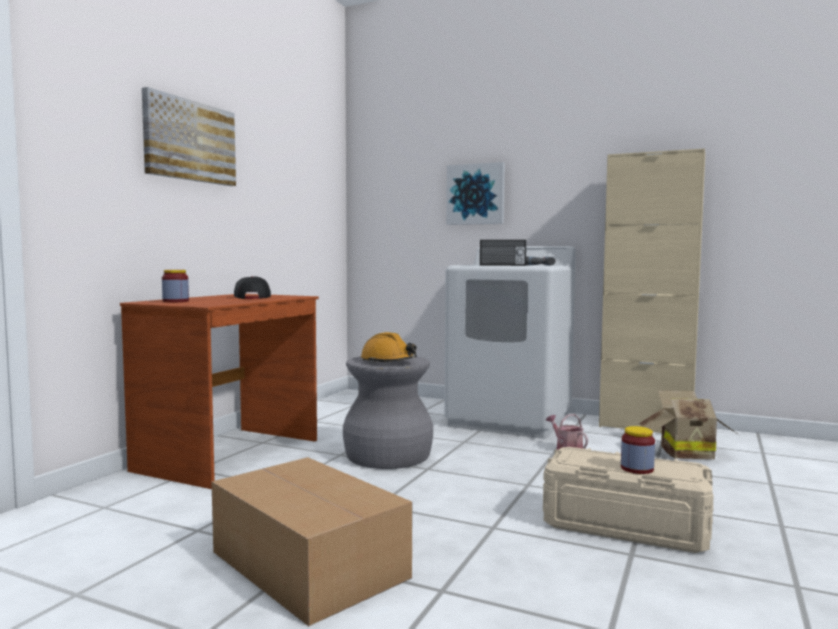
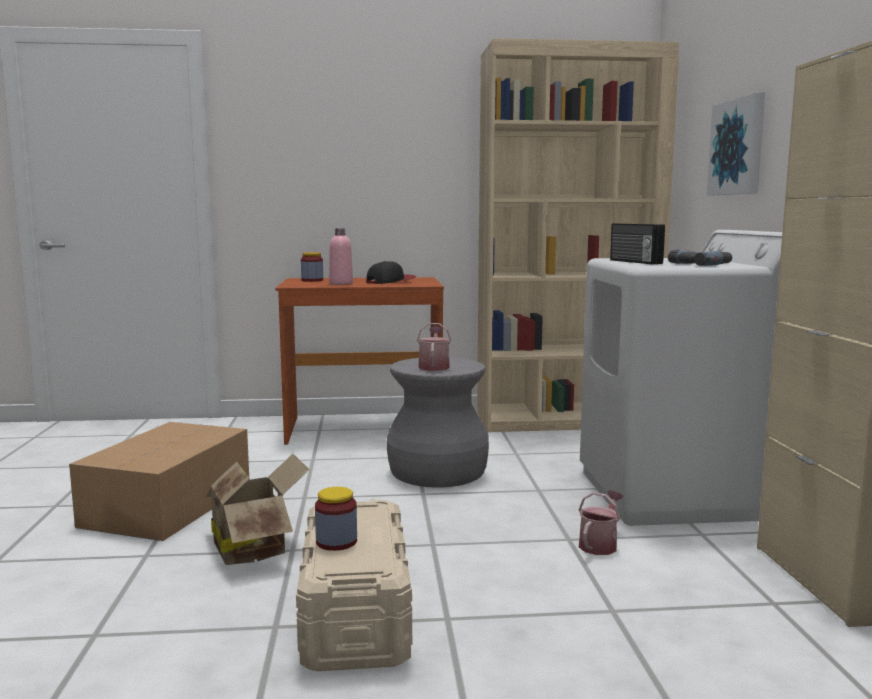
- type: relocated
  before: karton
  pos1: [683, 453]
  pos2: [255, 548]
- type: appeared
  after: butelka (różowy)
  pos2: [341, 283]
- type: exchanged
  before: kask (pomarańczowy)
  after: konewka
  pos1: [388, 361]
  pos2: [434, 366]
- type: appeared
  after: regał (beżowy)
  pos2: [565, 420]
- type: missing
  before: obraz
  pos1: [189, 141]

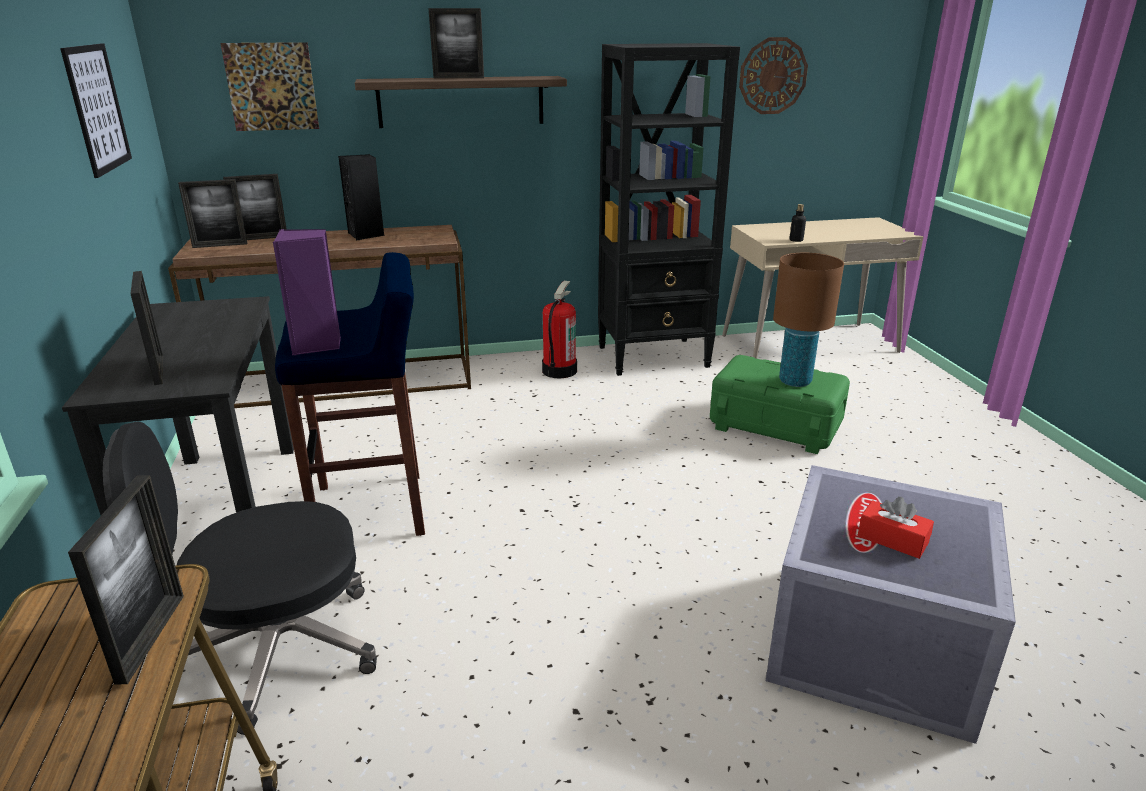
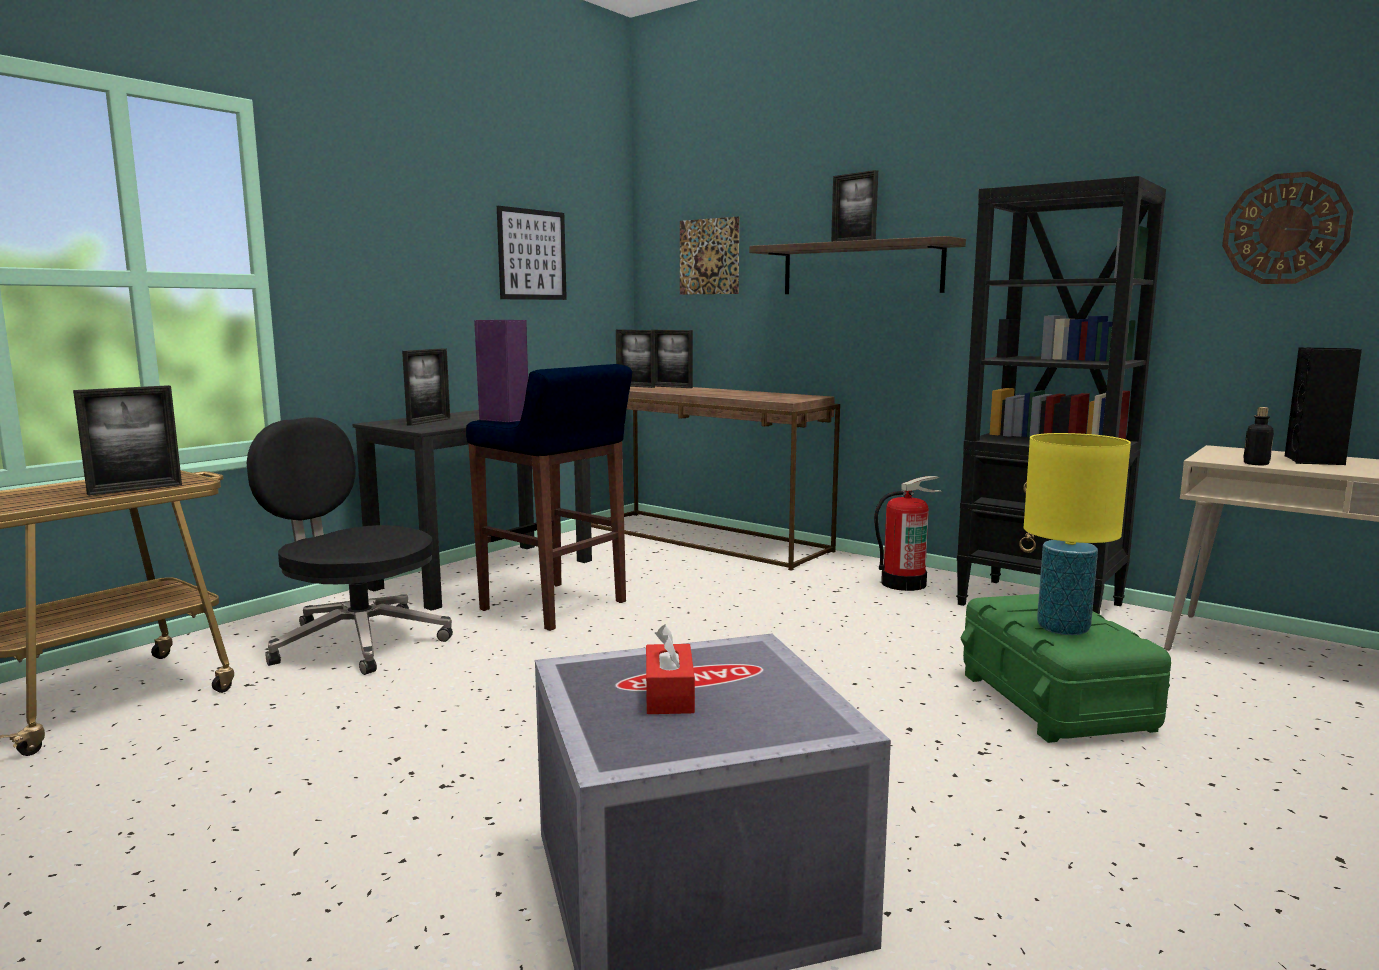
- type: colour
  before: lampa stołowa (brązowy)
  after: lampa stołowa (żółty)
  pos1: [794, 381]
  pos2: [1062, 628]
- type: relocated
  before: głośnik (czarny)
  pos1: [366, 235]
  pos2: [1314, 461]

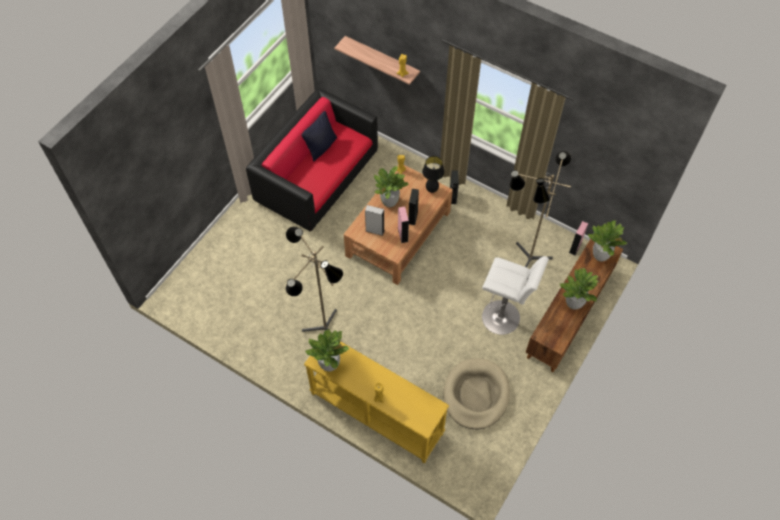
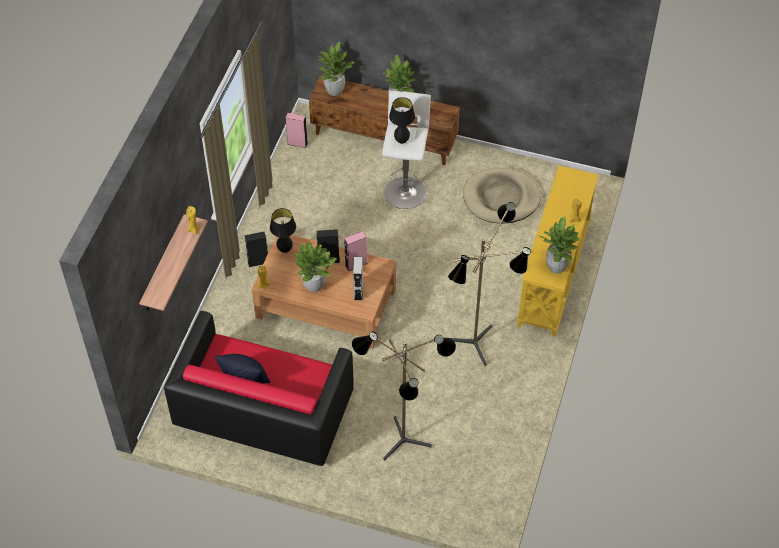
- type: relocated
  before: lampa stojąca
  pos1: [525, 258]
  pos2: [403, 446]
- type: appeared
  after: lampa stołowa (czarny)
  pos2: [401, 141]

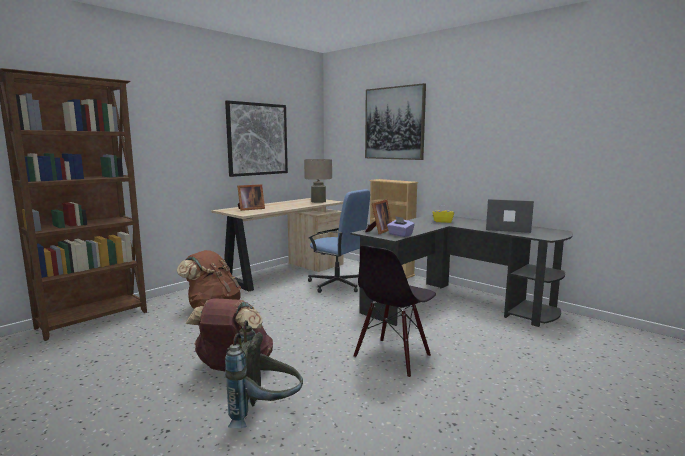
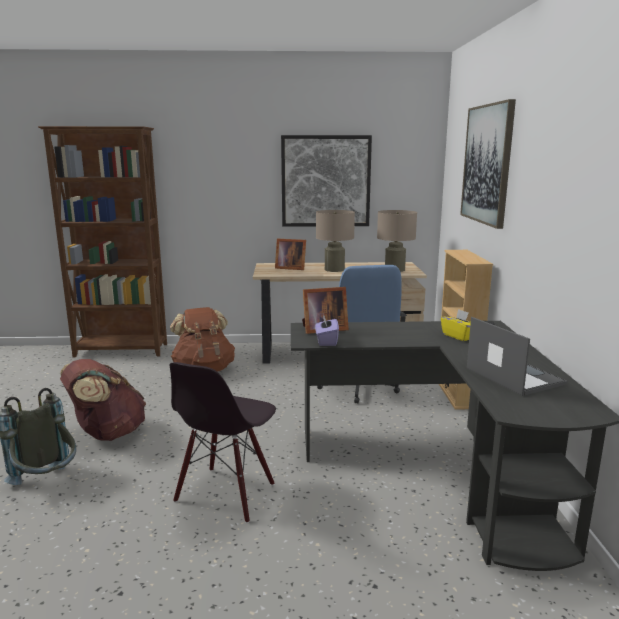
- type: spun
  before: krzesło (czarny)
  pos1: [392, 357]
  pos2: [226, 494]
  turn: -60
- type: appeared
  after: lampa stołowa (beżowy)
  pos2: [334, 269]

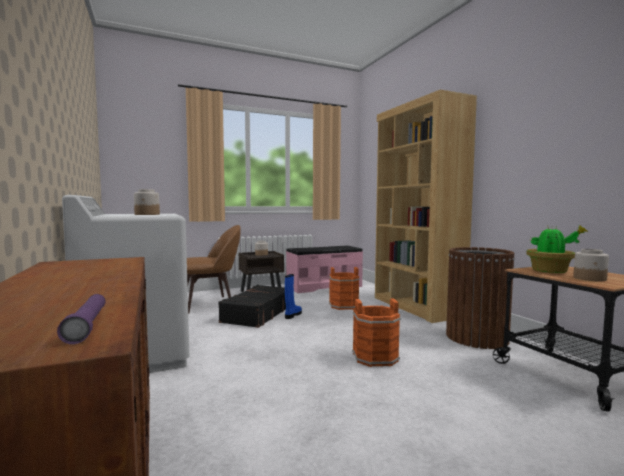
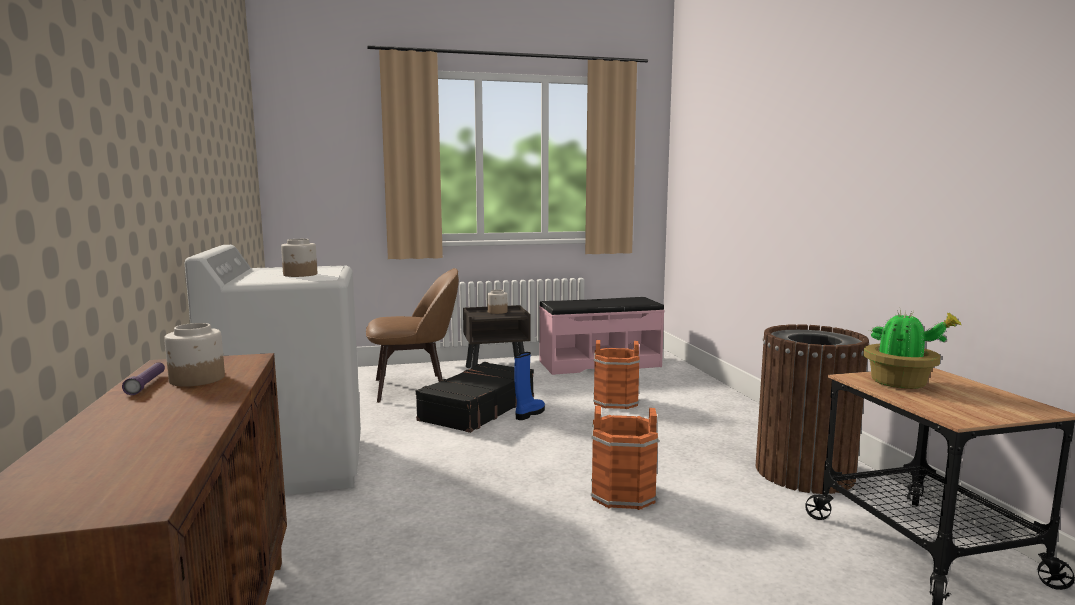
- type: relocated
  before: latarka (fioletowy)
  pos1: [87, 326]
  pos2: [146, 384]
- type: relocated
  before: słoik
  pos1: [590, 278]
  pos2: [197, 379]
- type: missing
  before: regał (brązowy)
  pos1: [416, 307]

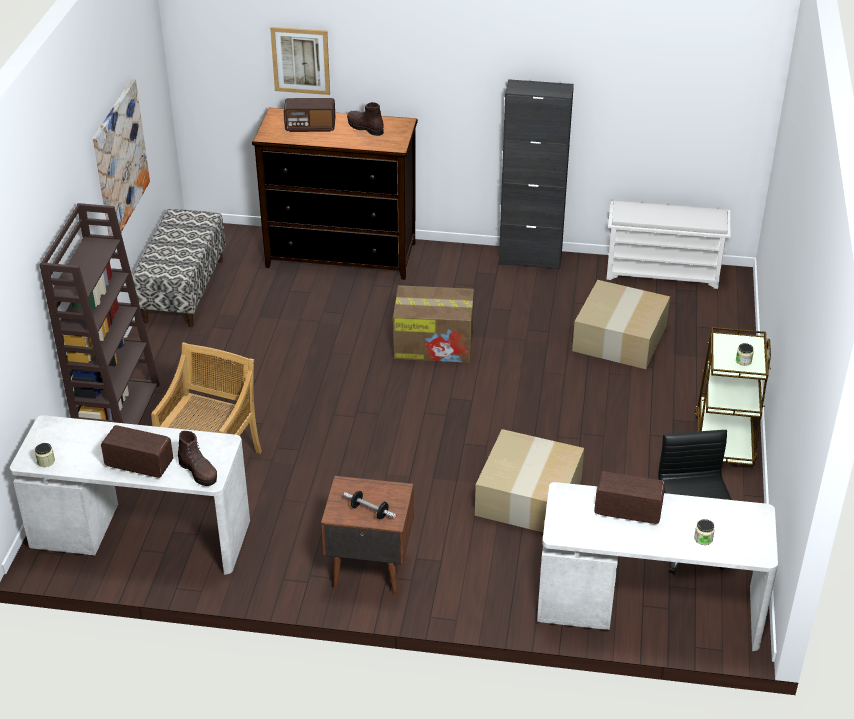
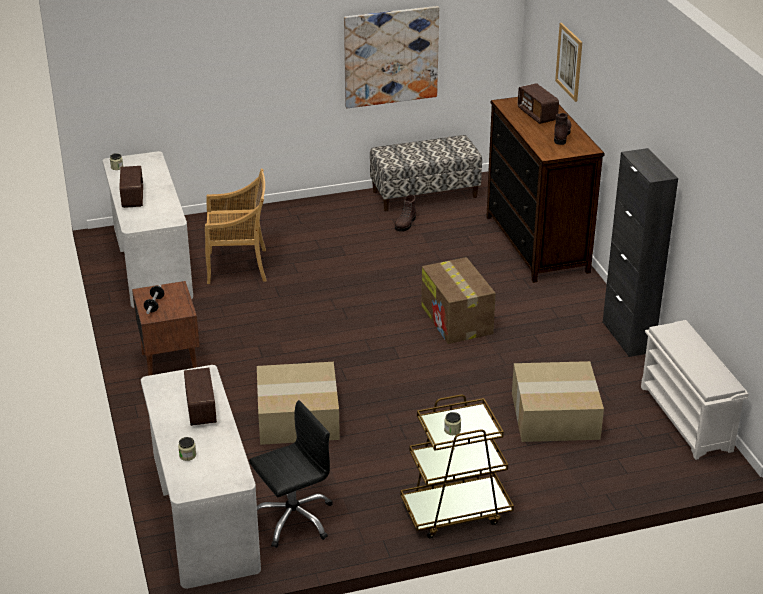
- type: relocated
  before: but z cholewką (brązowy)
  pos1: [198, 472]
  pos2: [405, 224]
- type: missing
  before: regał (brązowy)
  pos1: [118, 413]

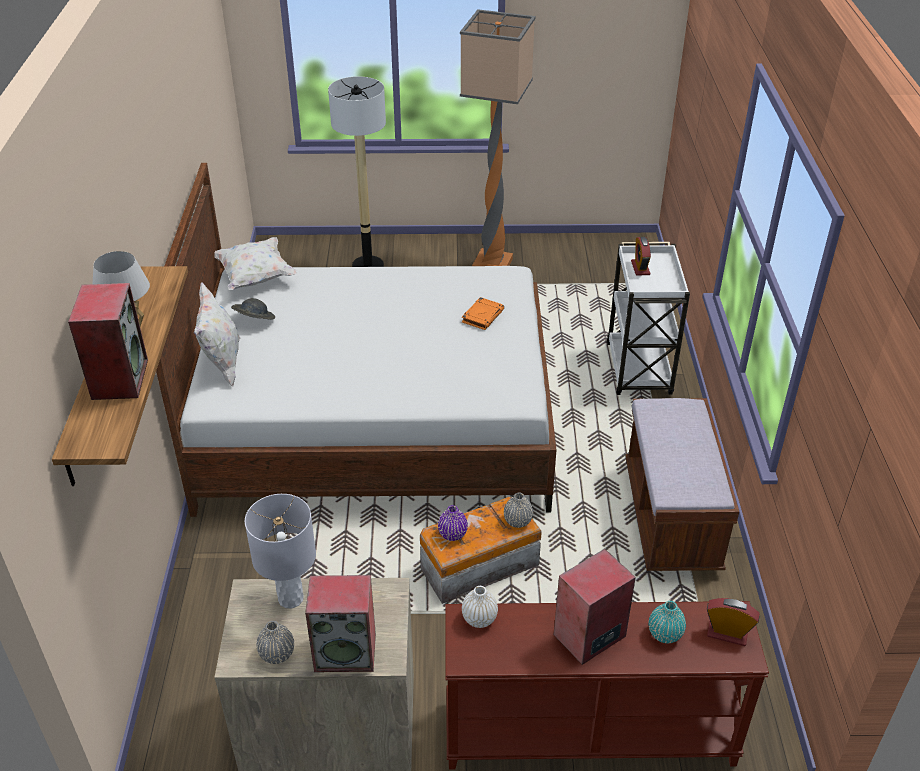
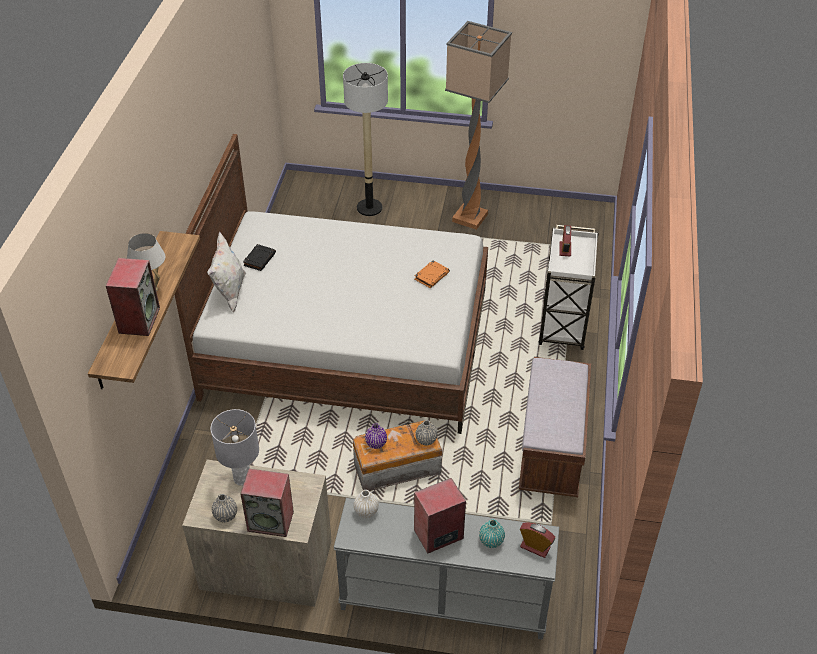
- type: exchanged
  before: kapelusz (szary)
  after: książka (czarny)
  pos1: [254, 320]
  pos2: [259, 259]
- type: colour
  before: stolik konsolowy (brązowy)
  after: stolik konsolowy (szary)
  pos1: [588, 735]
  pos2: [443, 601]
- type: missing
  before: poduszka (biały)
  pos1: [255, 277]

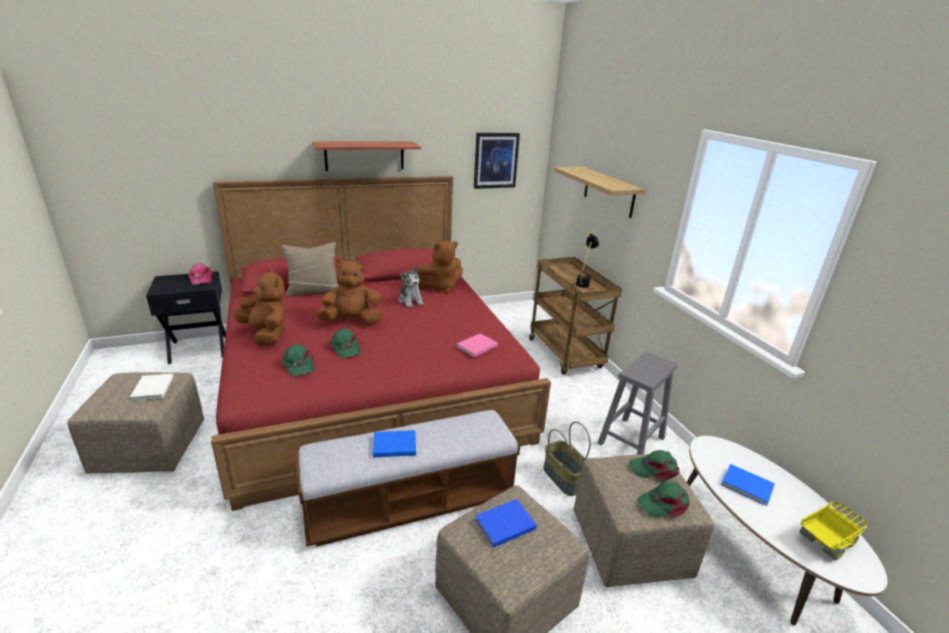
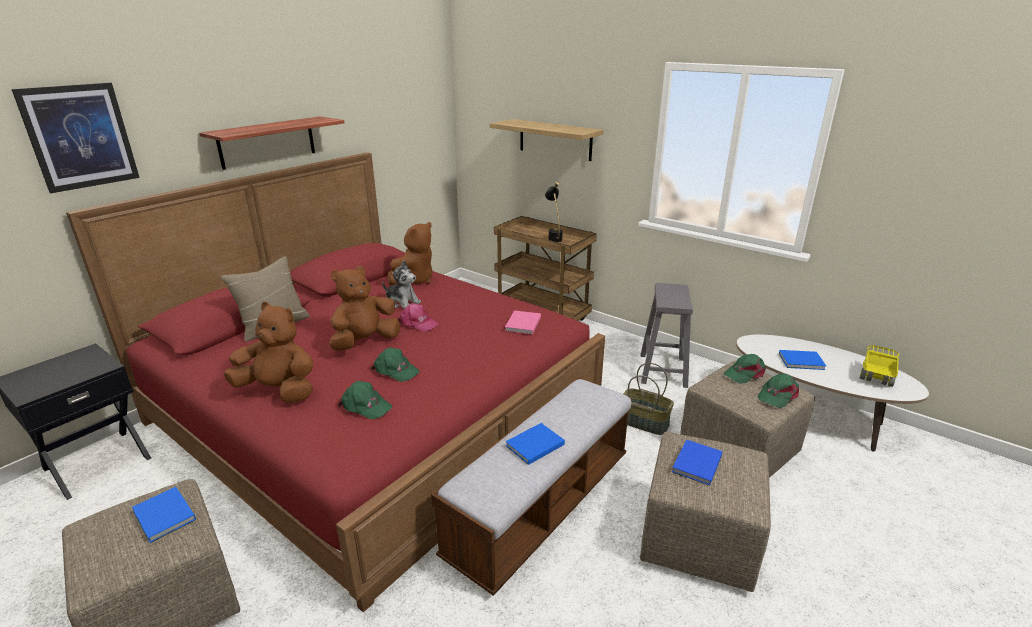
- type: relocated
  before: obraz
  pos1: [496, 160]
  pos2: [80, 136]
- type: colour
  before: książka (biały)
  after: książka (niebieski)
  pos1: [151, 389]
  pos2: [164, 517]
- type: relocated
  before: czapka z daszkiem (różowy)
  pos1: [201, 279]
  pos2: [418, 323]

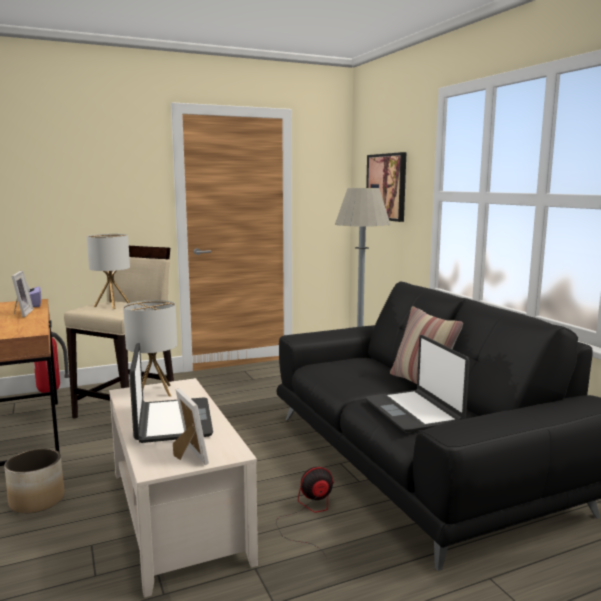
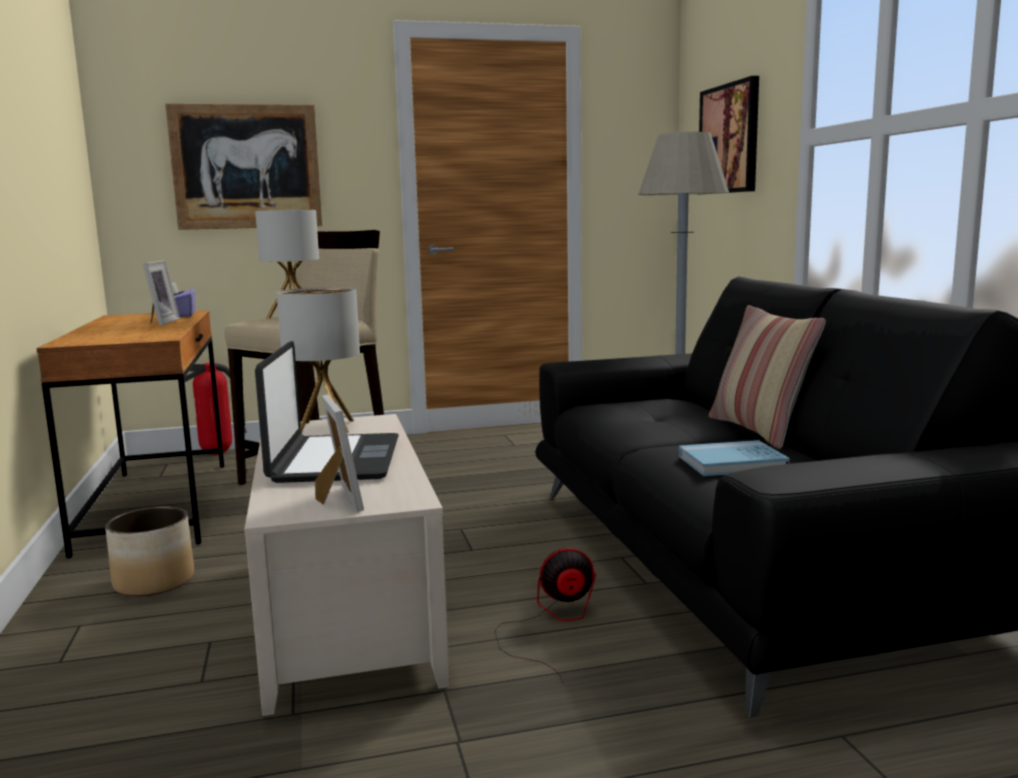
- type: appeared
  after: obraz
  pos2: [246, 167]
- type: exchanged
  before: laptop
  after: książka (niebieski)
  pos1: [414, 411]
  pos2: [732, 463]

